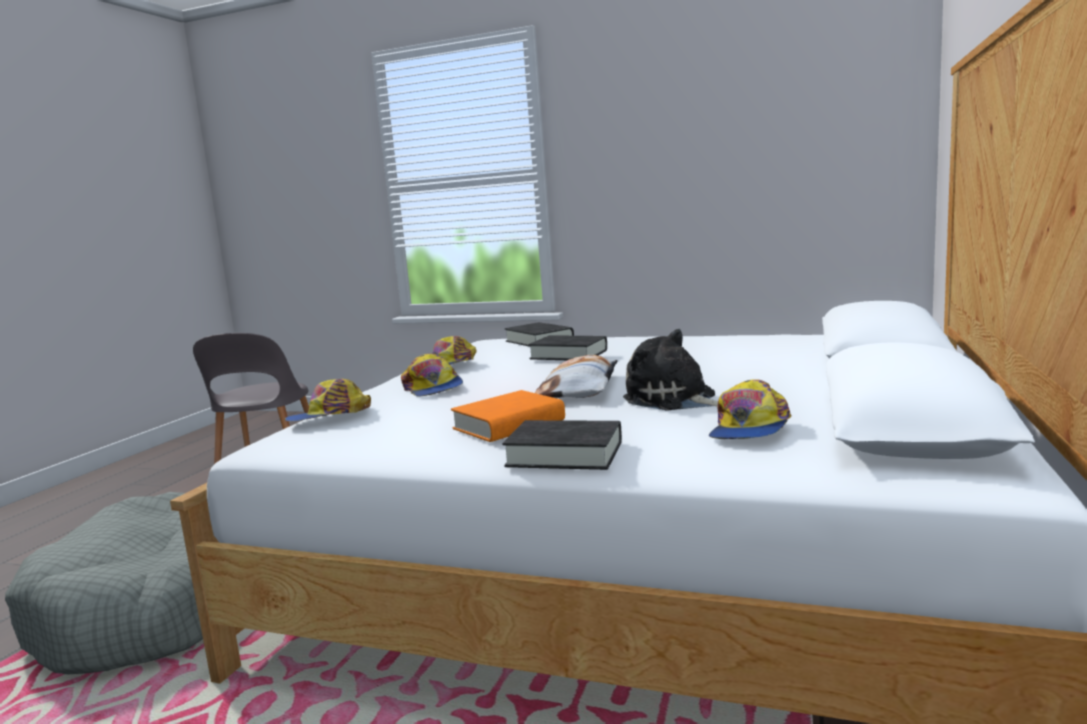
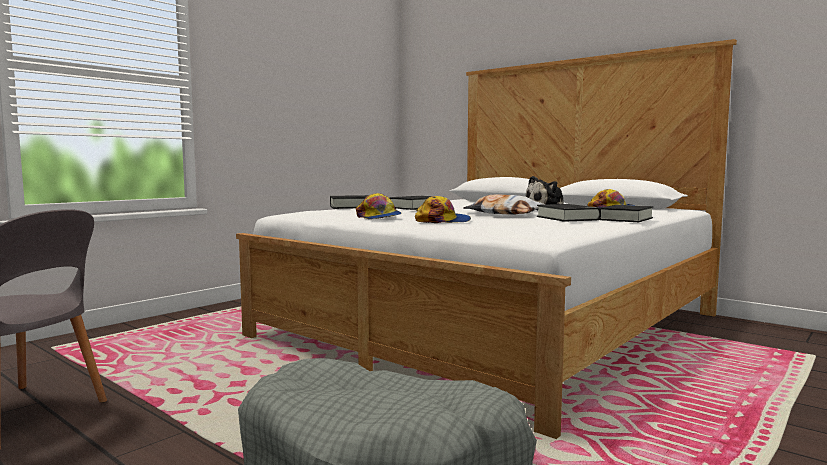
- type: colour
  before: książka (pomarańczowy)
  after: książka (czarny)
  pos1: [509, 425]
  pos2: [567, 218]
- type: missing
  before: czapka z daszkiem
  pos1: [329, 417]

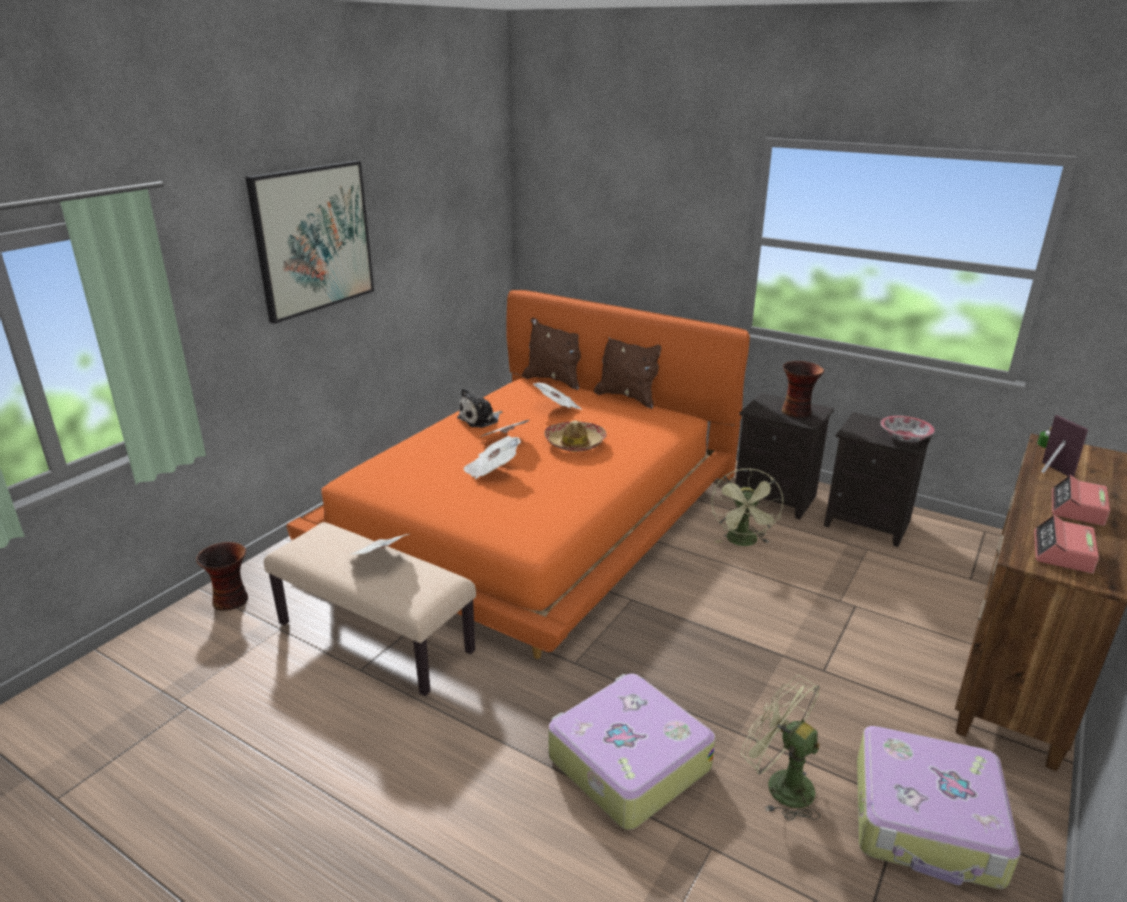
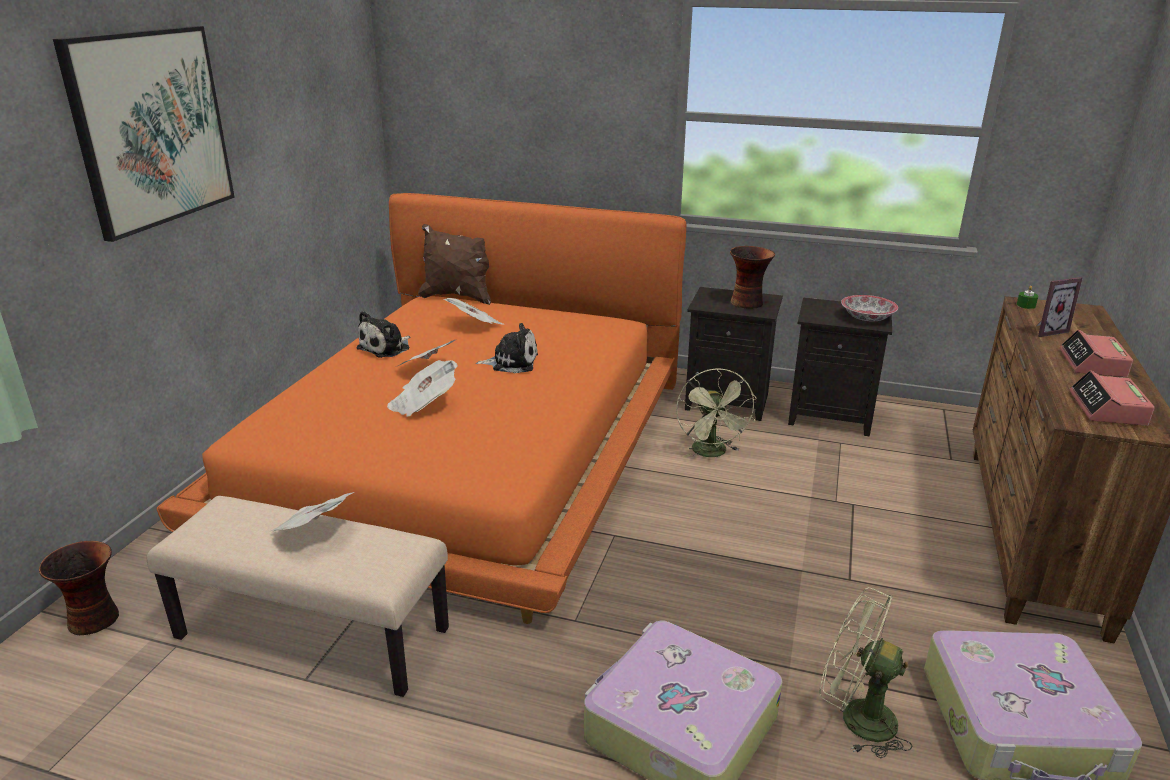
- type: exchanged
  before: kapelusz
  after: pluszak
  pos1: [575, 443]
  pos2: [512, 362]
- type: spun
  before: ramka na zdjęcie
  pos1: [1050, 471]
  pos2: [1045, 330]
  turn: 105
- type: missing
  before: poduszka (brązowy)
  pos1: [627, 397]

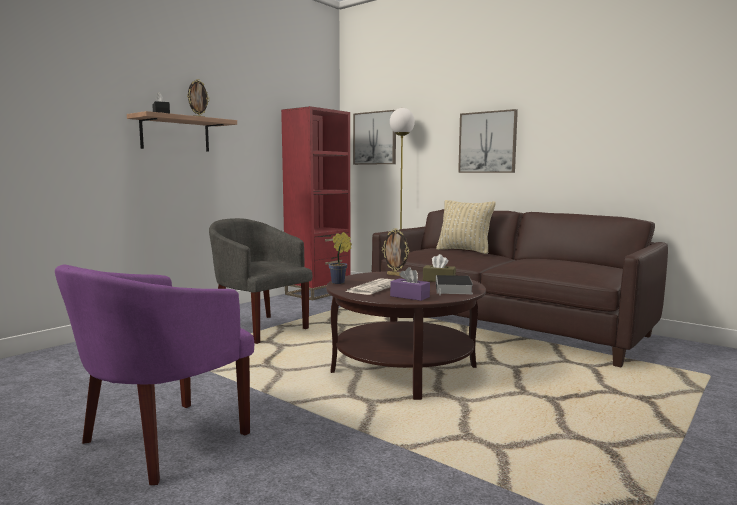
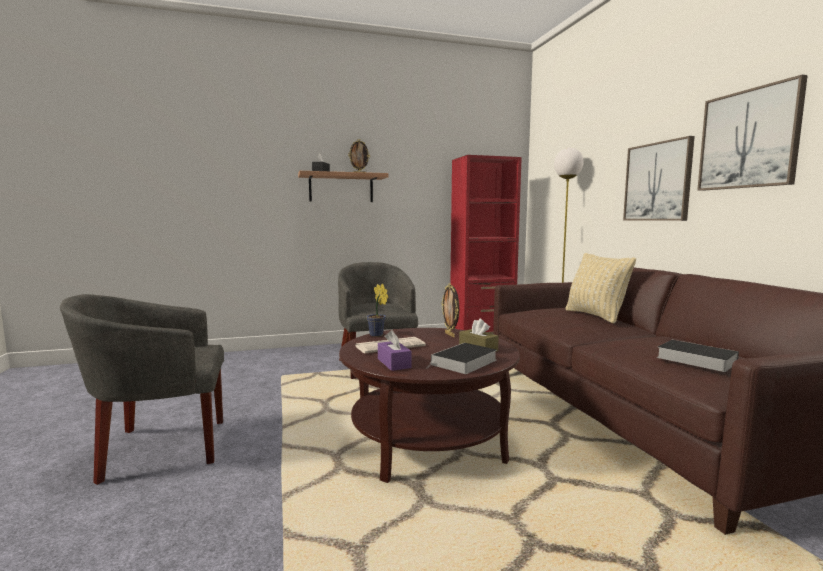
- type: colour
  before: fotel (fioletowy)
  after: fotel (szary)
  pos1: [162, 441]
  pos2: [159, 448]
- type: appeared
  after: książka
  pos2: [693, 359]
- type: relocated
  before: obraz
  pos1: [375, 138]
  pos2: [748, 139]

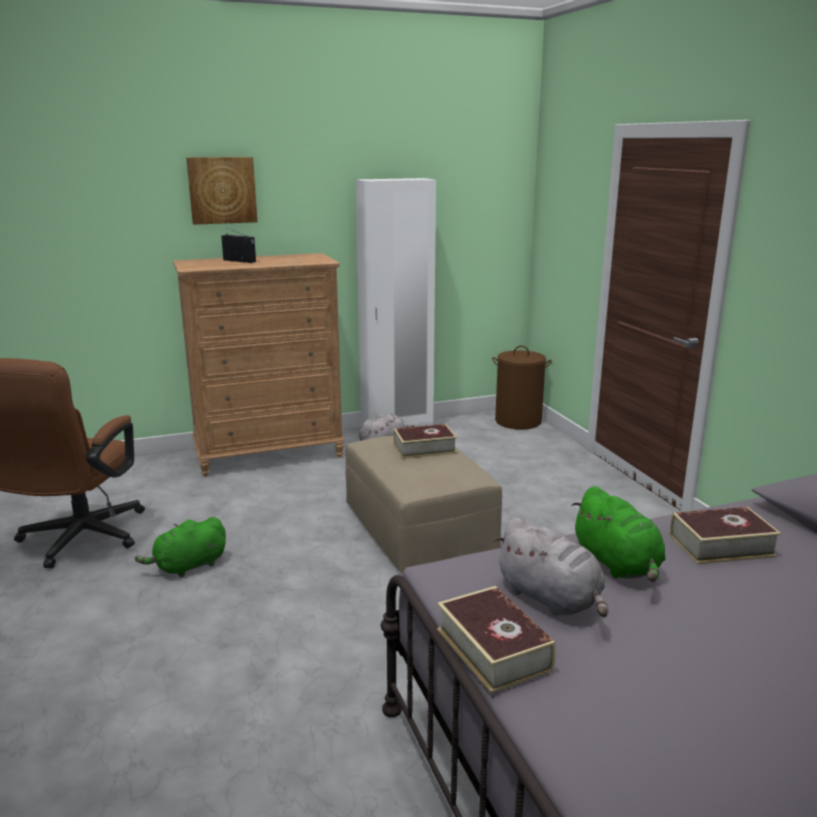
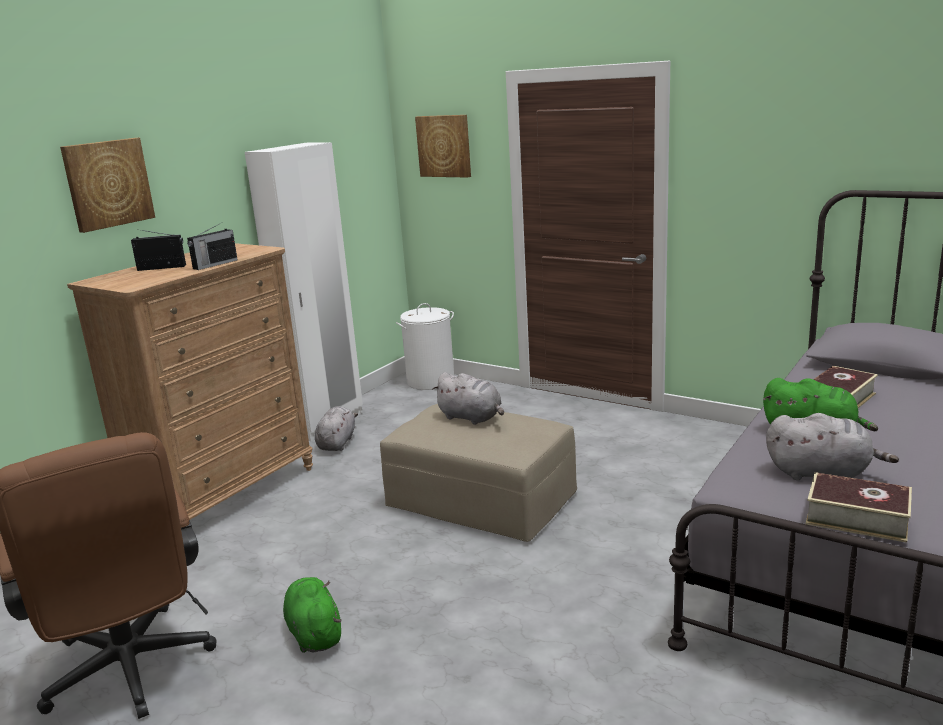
- type: appeared
  after: radio
  pos2: [214, 264]
- type: spun
  before: pluszak (zielony)
  pos1: [188, 566]
  pos2: [314, 633]
  turn: 135
- type: colour
  before: kosz na pranie (brązowy)
  after: kosz na pranie (biały)
  pos1: [518, 421]
  pos2: [431, 381]
- type: appeared
  after: obraz
  pos2: [444, 146]
- type: exchanged
  before: książka
  after: pluszak (szary)
  pos1: [424, 448]
  pos2: [472, 418]

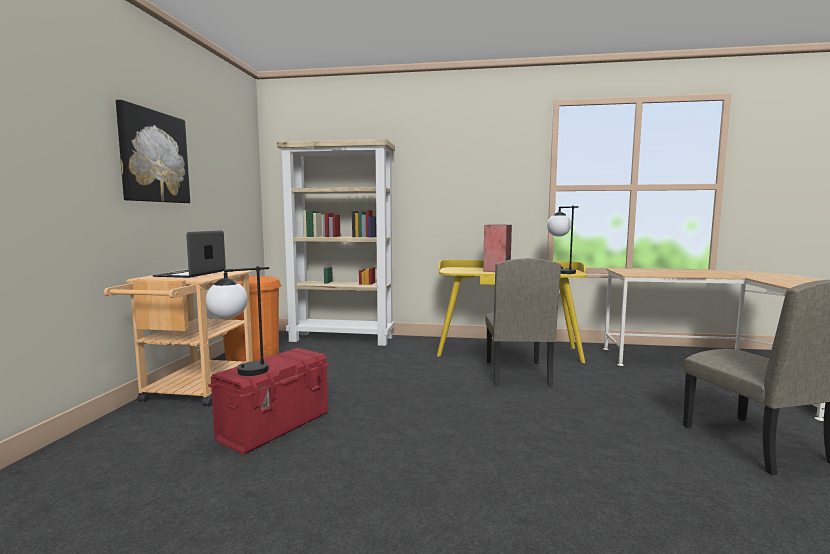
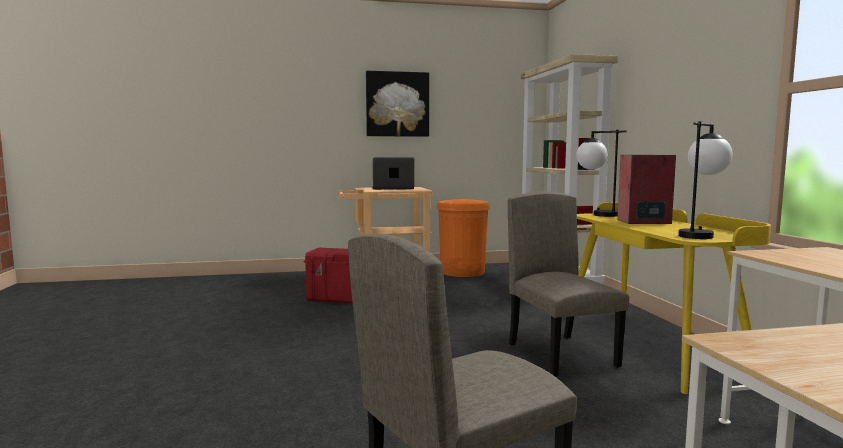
- type: spun
  before: krzesło (beżowy)
  pos1: [516, 373]
  pos2: [562, 355]
  turn: 90
- type: relocated
  before: lampa stołowa
  pos1: [240, 373]
  pos2: [595, 214]

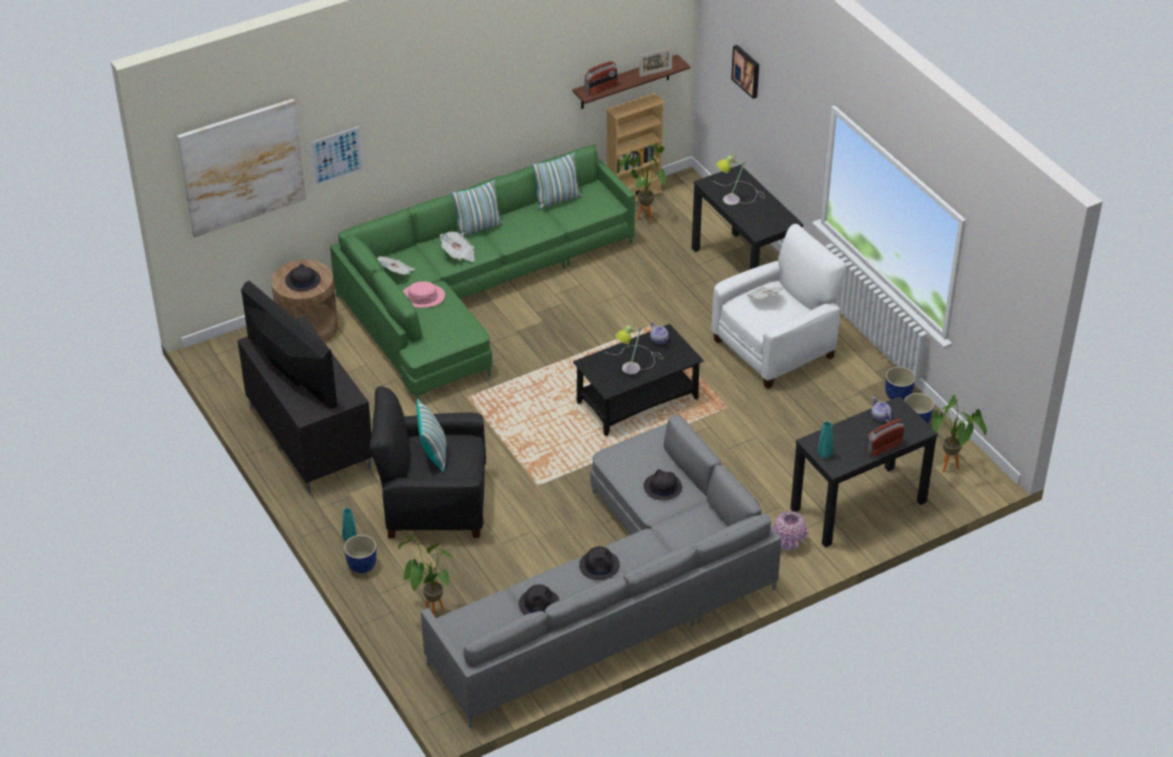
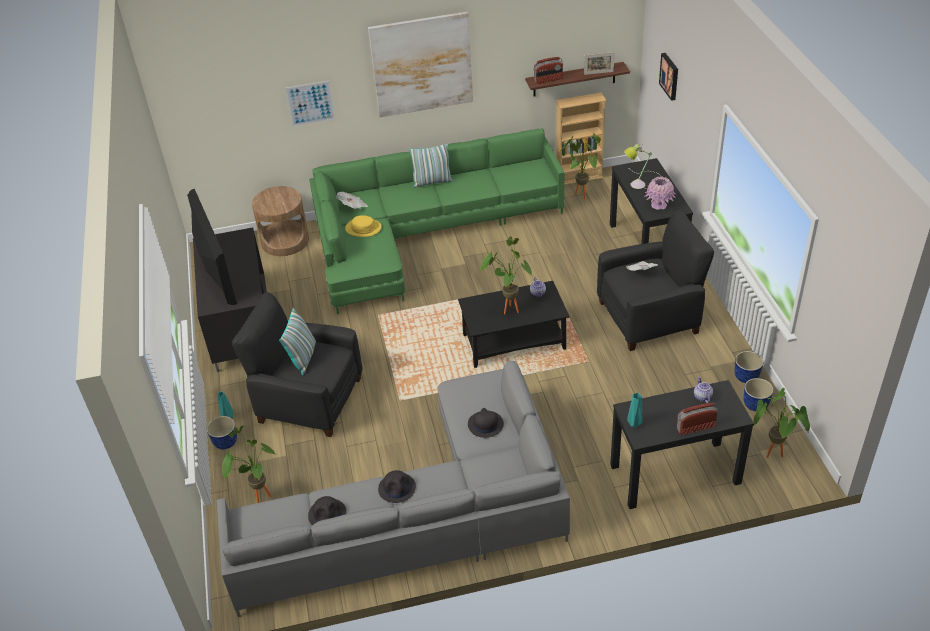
- type: colour
  before: kapelusz (różowy)
  after: kapelusz (żółty)
  pos1: [422, 297]
  pos2: [363, 228]
- type: relocated
  before: obraz
  pos1: [242, 167]
  pos2: [422, 64]
- type: exchanged
  before: lampa stołowa
  after: roślina doniczkowa
  pos1: [633, 363]
  pos2: [507, 309]
- type: colour
  before: fotel (biały)
  after: fotel (czarny)
  pos1: [775, 348]
  pos2: [650, 317]
- type: relocated
  before: wazon (różowy)
  pos1: [788, 543]
  pos2: [659, 205]
- type: missing
  before: kapelusz (czarny)
  pos1: [302, 280]
- type: missing
  before: gazeta
  pos1: [458, 254]
- type: missing
  before: poduszka
  pos1: [557, 200]

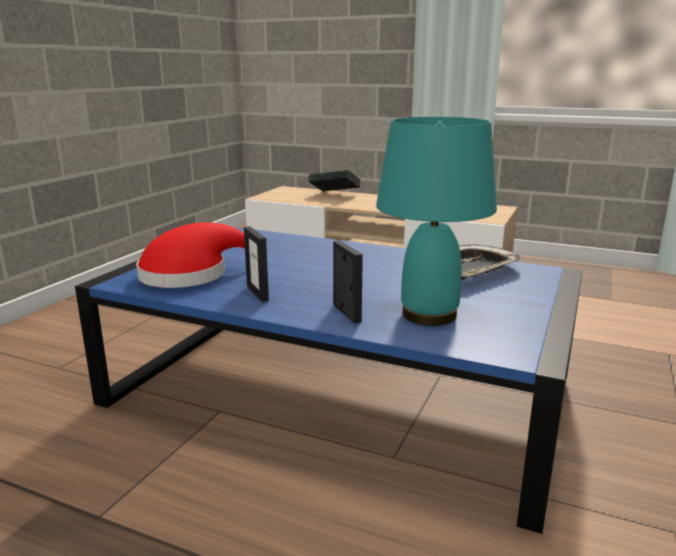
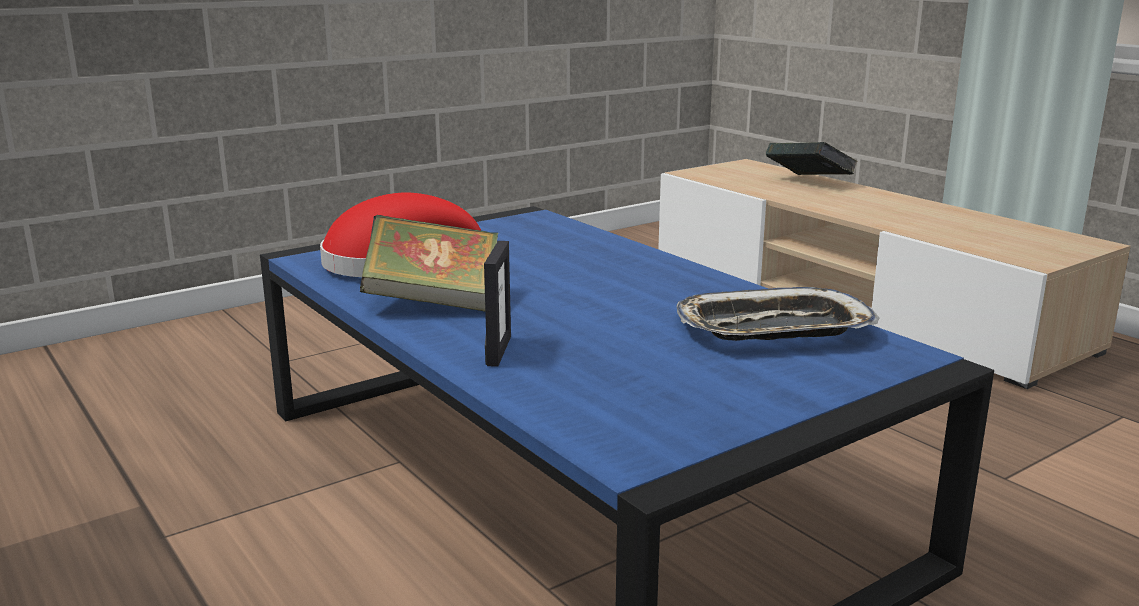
- type: exchanged
  before: ramka na zdjęcie
  after: książka
  pos1: [258, 293]
  pos2: [433, 302]
- type: missing
  before: lampa stołowa (turkusowy)
  pos1: [429, 315]

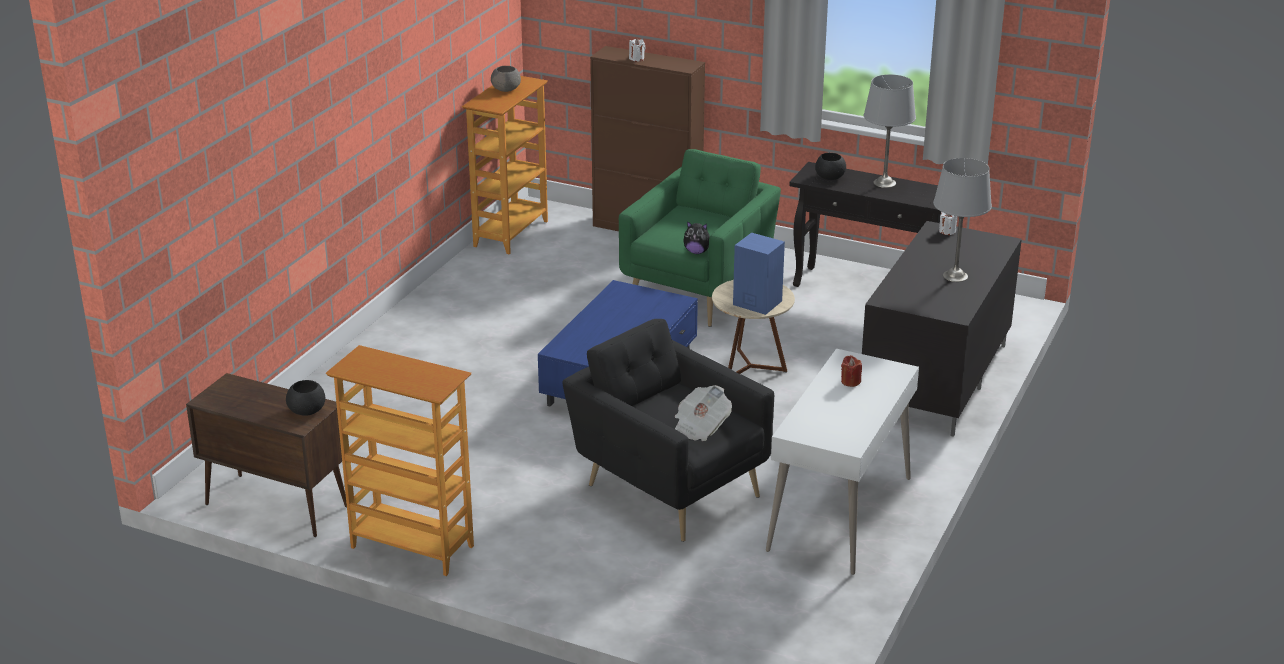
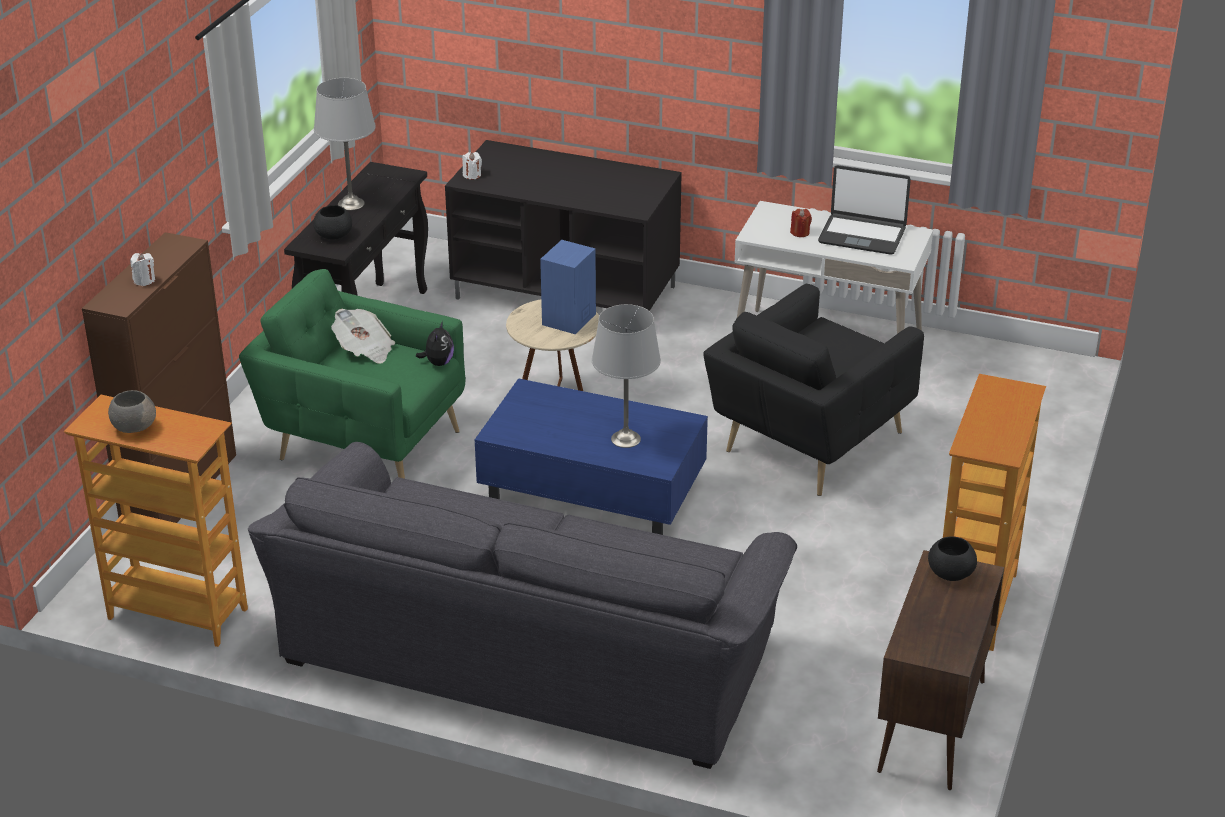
- type: appeared
  after: kanapa (szary)
  pos2: [529, 649]
- type: relocated
  before: gazeta
  pos1: [699, 428]
  pos2: [365, 350]
- type: relocated
  before: lampa stołowa (szary)
  pos1: [954, 276]
  pos2: [625, 439]
- type: appeared
  after: laptop
  pos2: [862, 235]

